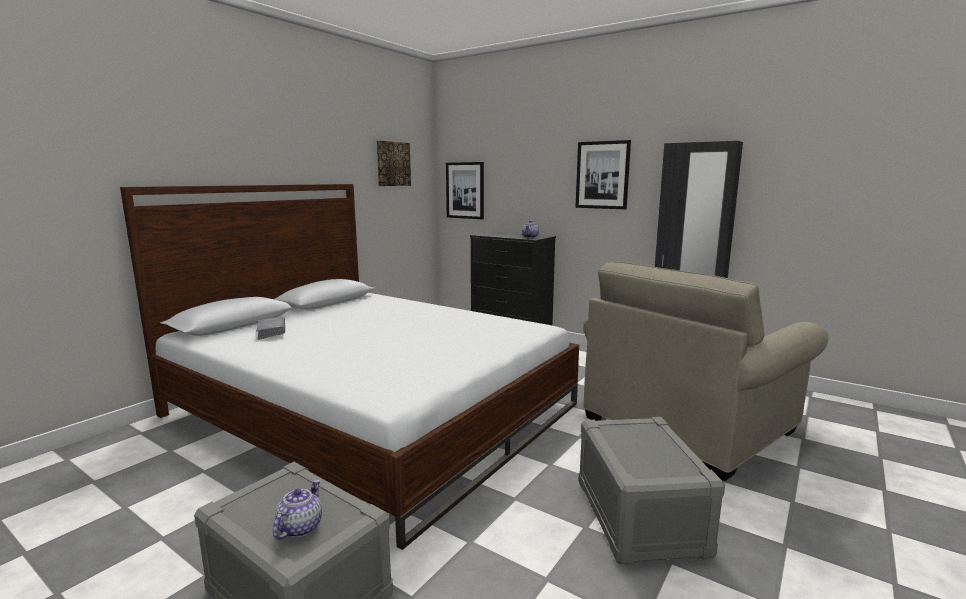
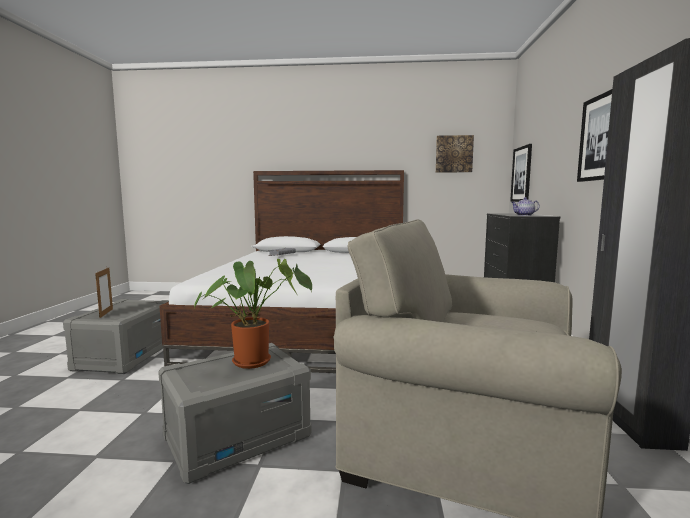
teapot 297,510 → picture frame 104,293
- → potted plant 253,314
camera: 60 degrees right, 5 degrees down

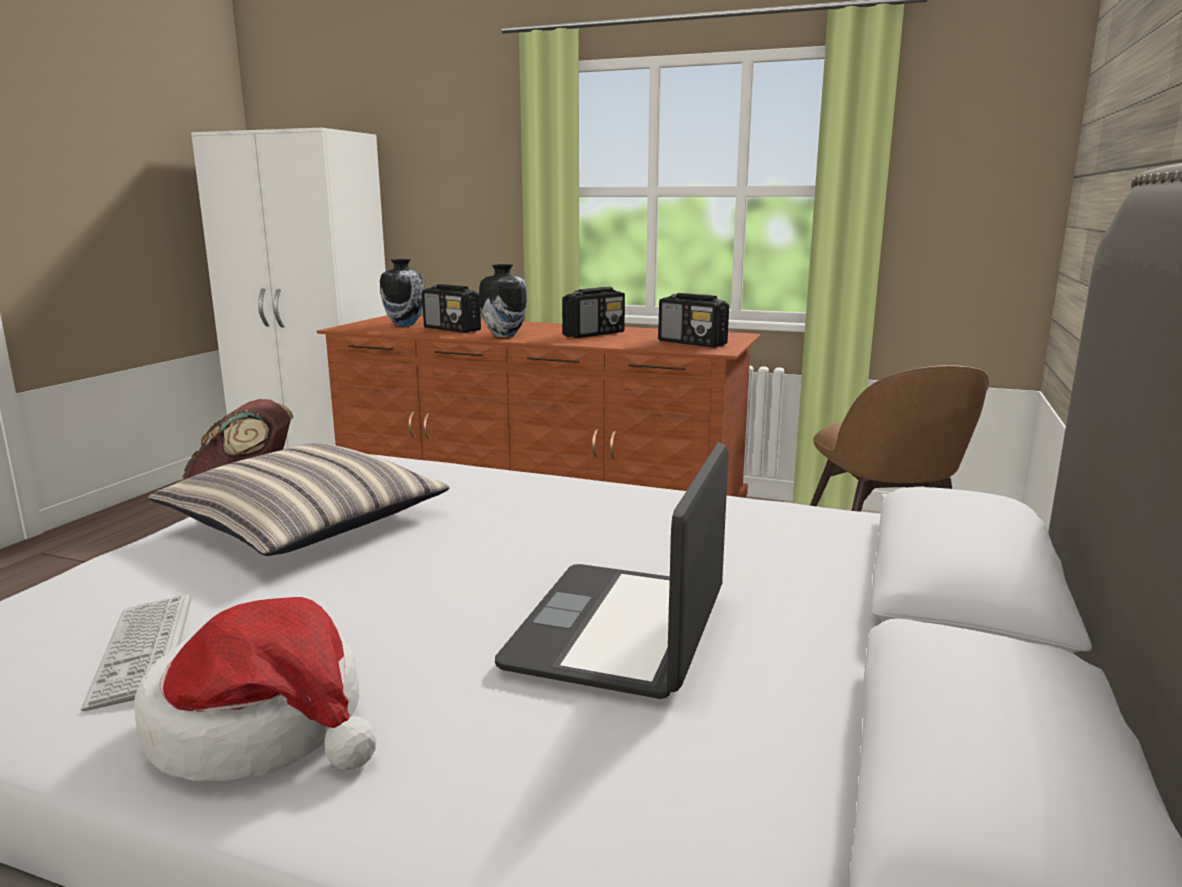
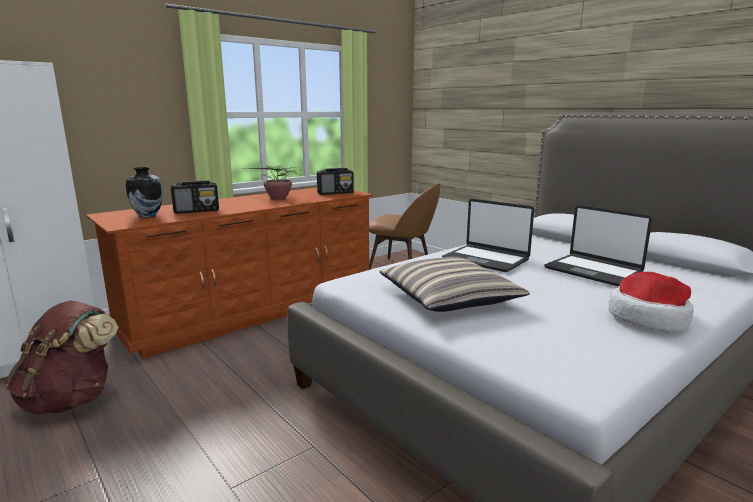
vase 503,300 → -
radio 593,312 → potted plant 273,181
keyboard 136,652 → -
- → laptop 488,235
camera: 60 degrees left, 0 degrees up

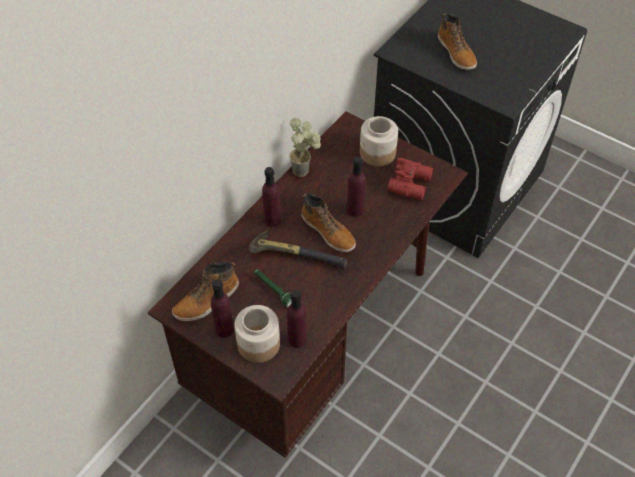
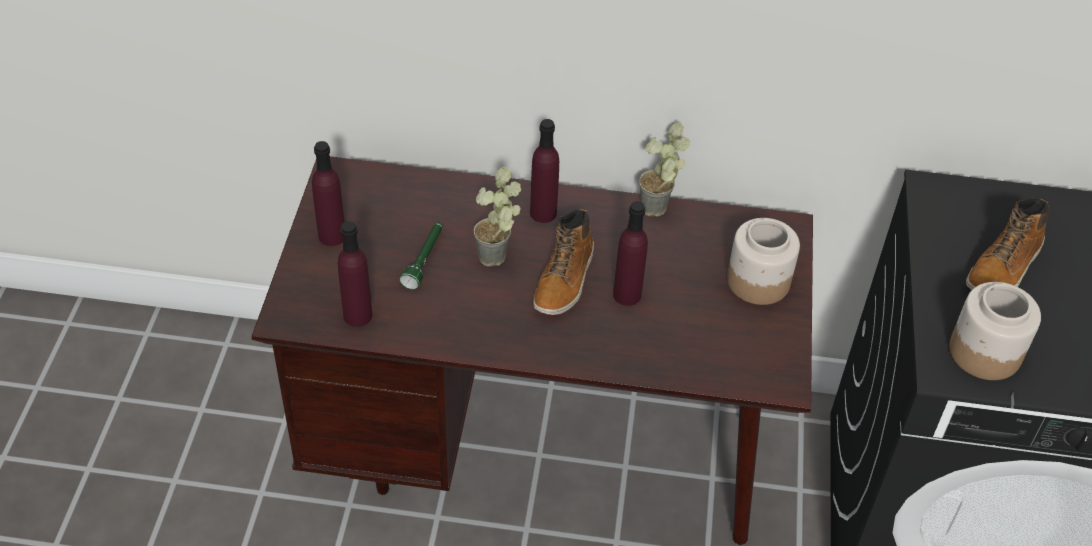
binoculars (red) 410,178 → -
hammer 298,250 → potted plant 497,216
boot 205,292 → -
jar 257,334 → jar 995,331, shifted
camera: 60 degrees right, 5 degrees down

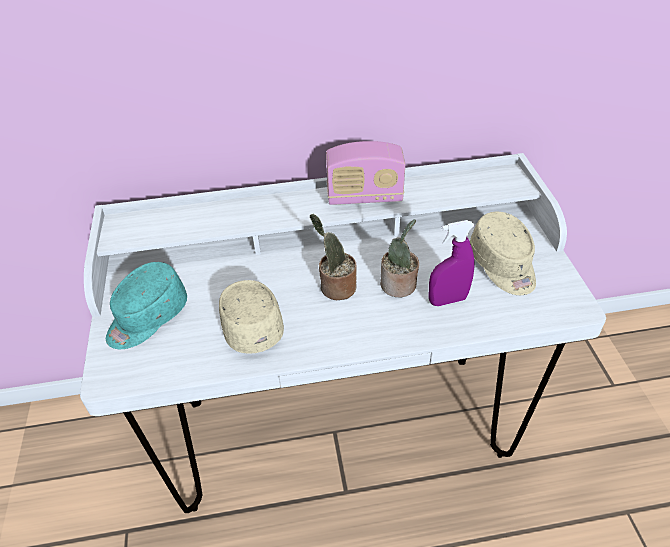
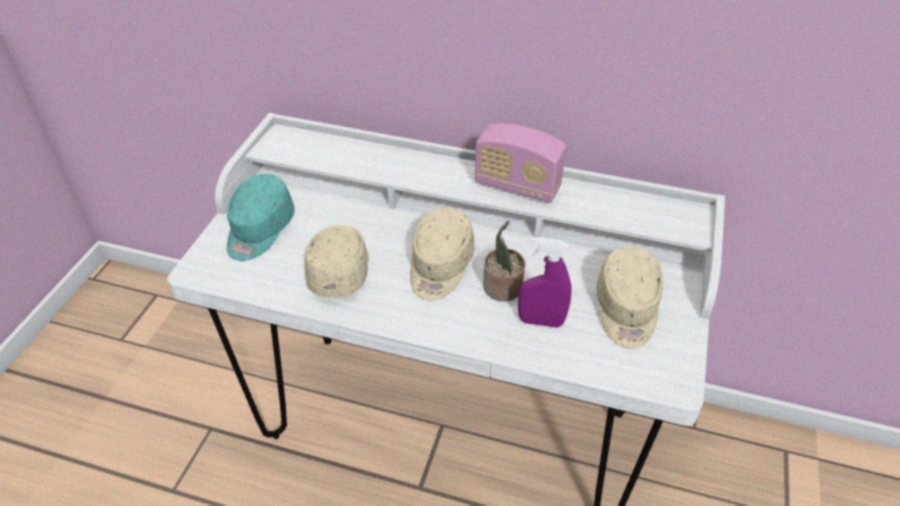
potted plant 333,257 → cap (beige) 442,253
cap (turquoise) 146,305 → cap (turquoise) 260,217, 45 degrees counterclockwise
camera: 25 degrees right, 0 degrees up

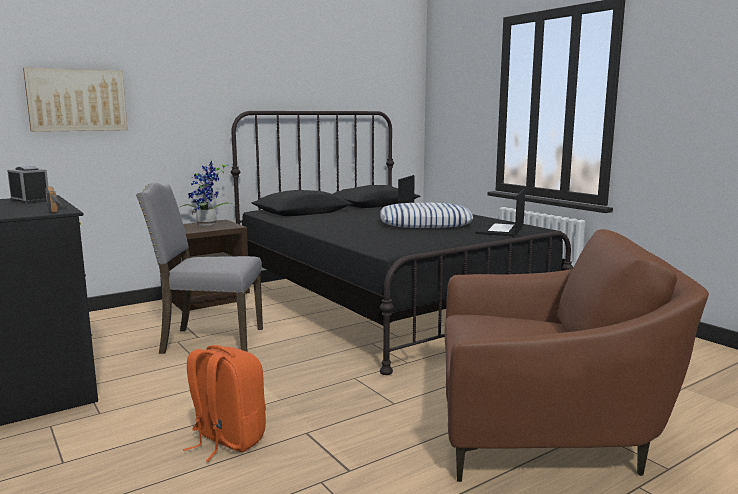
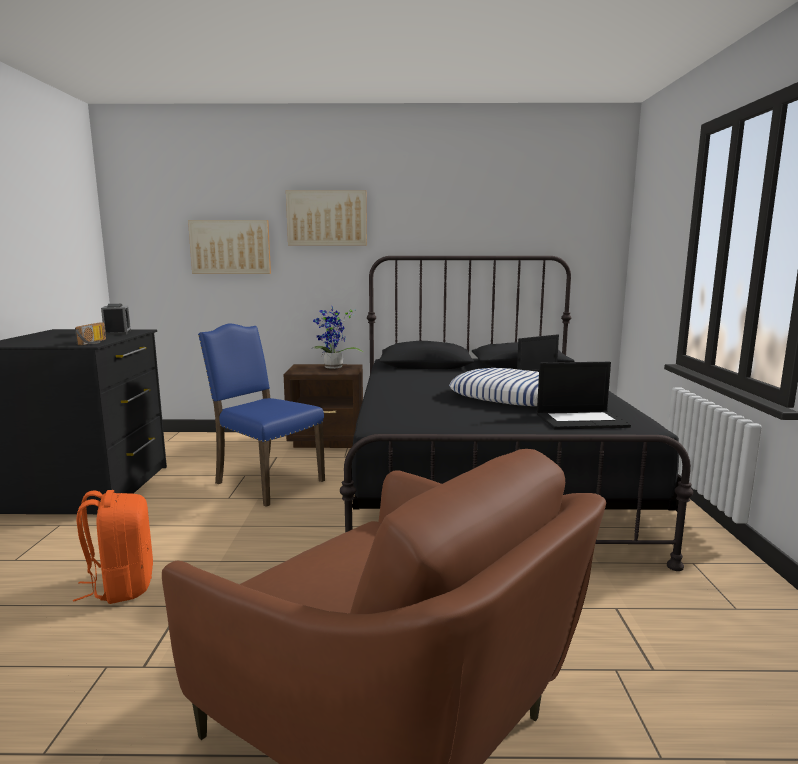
chair (grey) 199,268 → chair (blue) 261,415
laptop 500,212 → laptop 584,396, 150 degrees counterclockwise
- → picture 326,218
camera: 35 degrees right, 0 degrees up

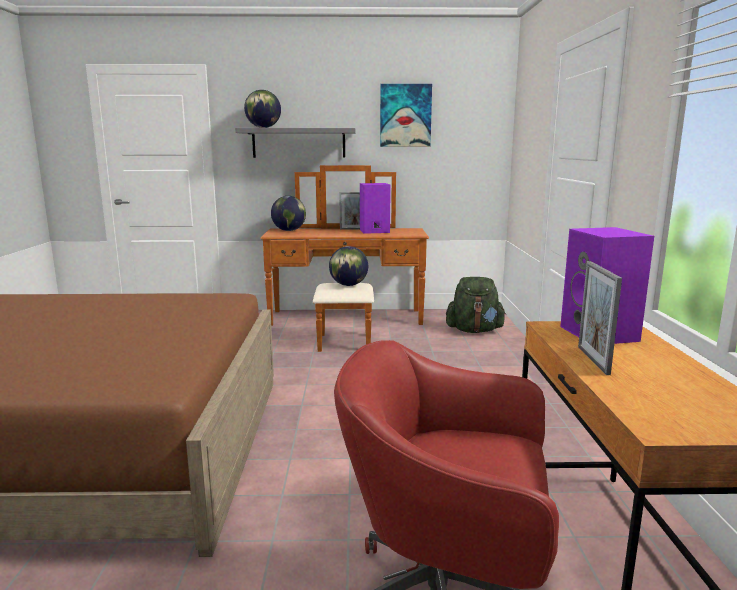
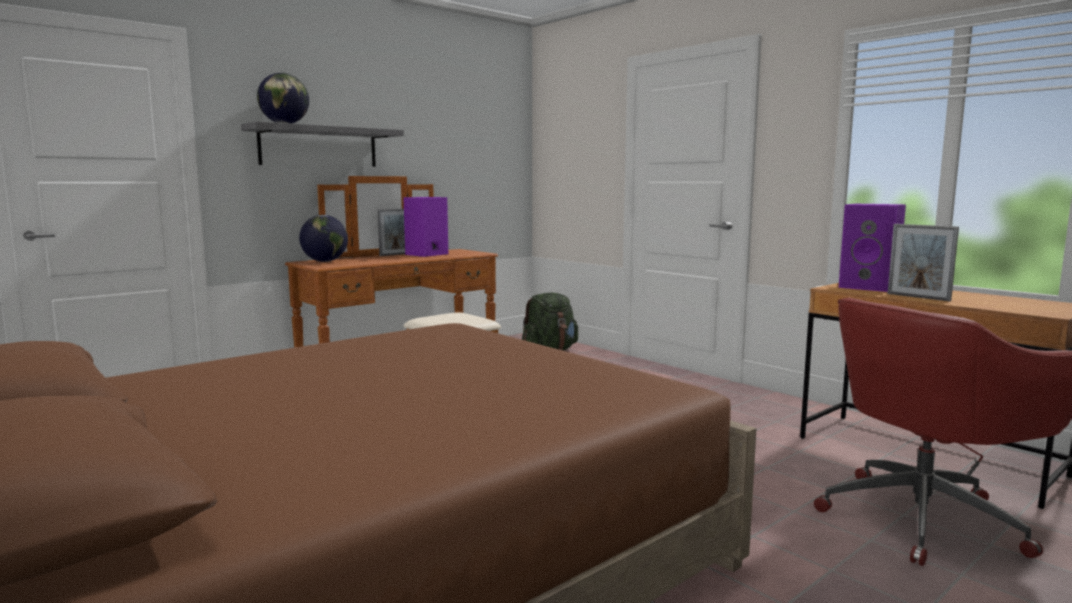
picture 406,115 → -
globe 348,266 → -
camera: 40 degrees left, 5 degrees down

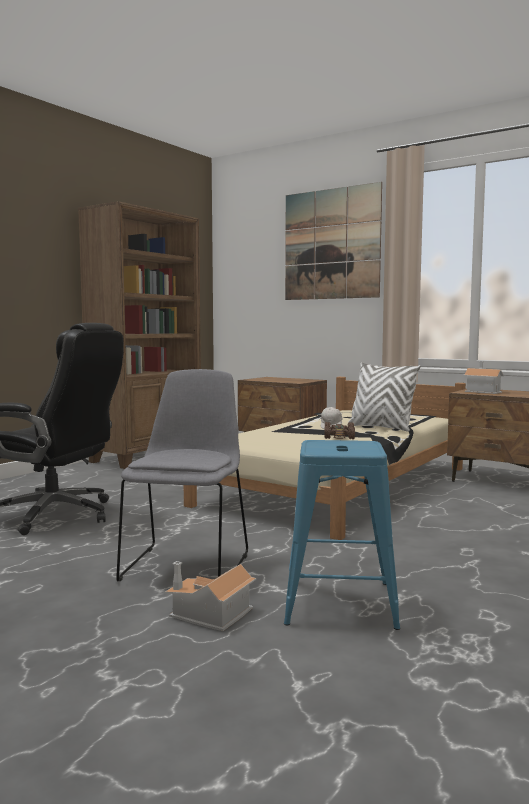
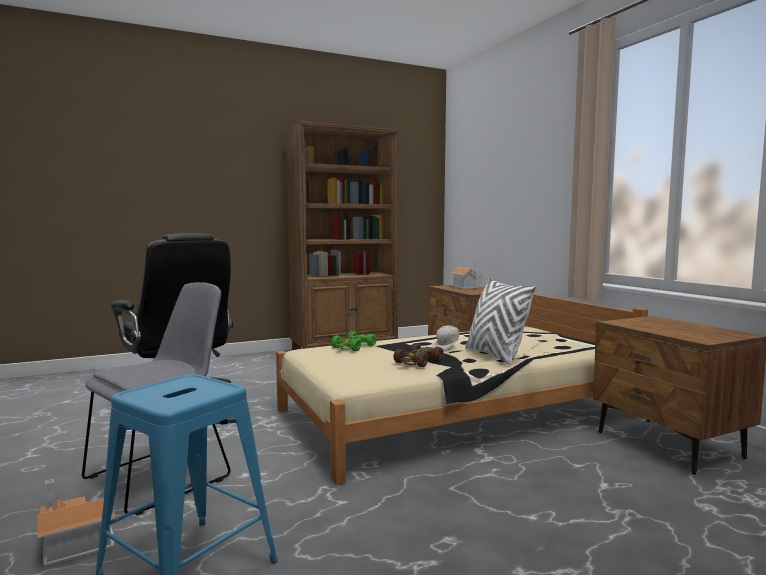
picture 333,241 → -
toy house 483,377 → toy house 467,275, shifted
- → toy car (green) 354,341
camera: 30 degrees right, 0 degrees up

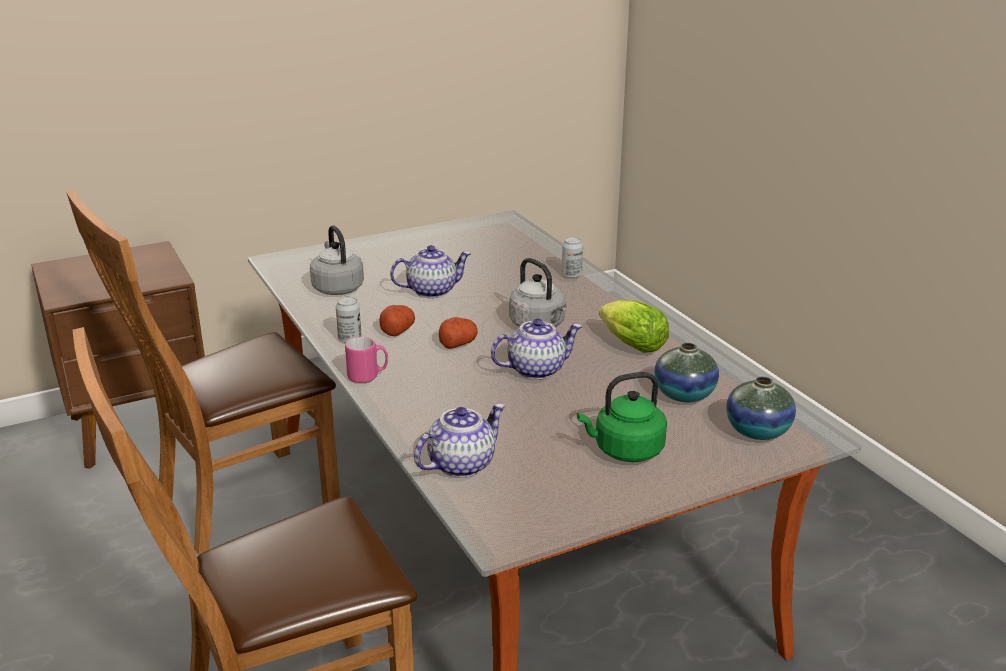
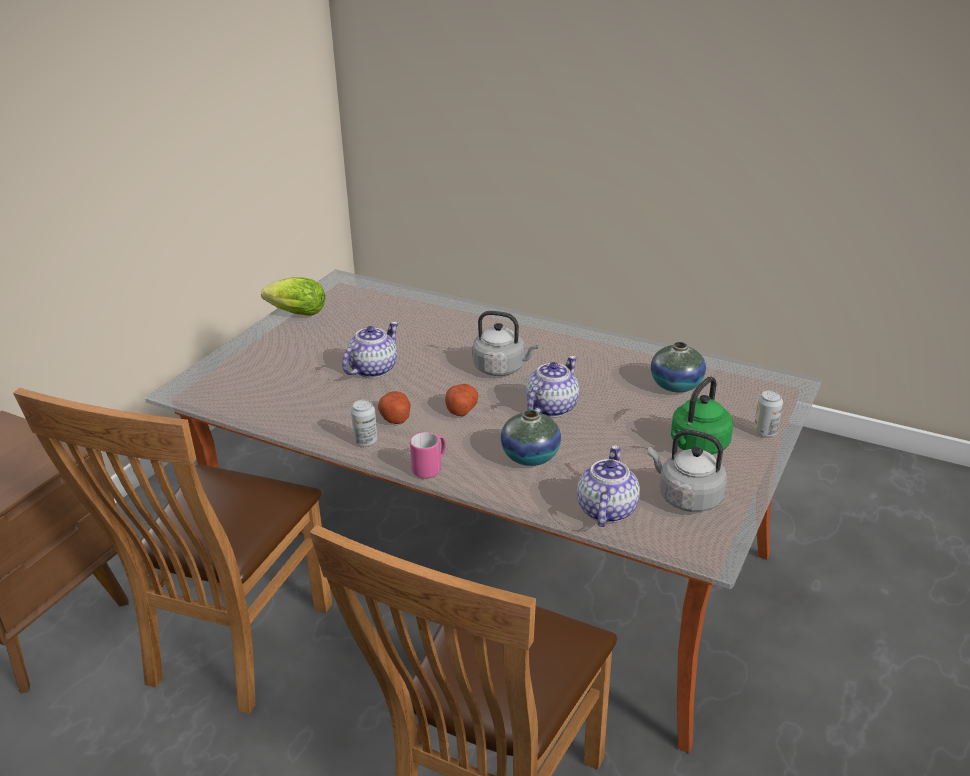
kettle (grey) 337,260 → kettle (grey) 687,470, shifted
can 572,258 → can 768,413, shifted
lettuce 634,326 → lettuce 293,296, shifted
vase 761,408 → vase 531,438, shifted
camera: 35 degrees left, 5 degrees up

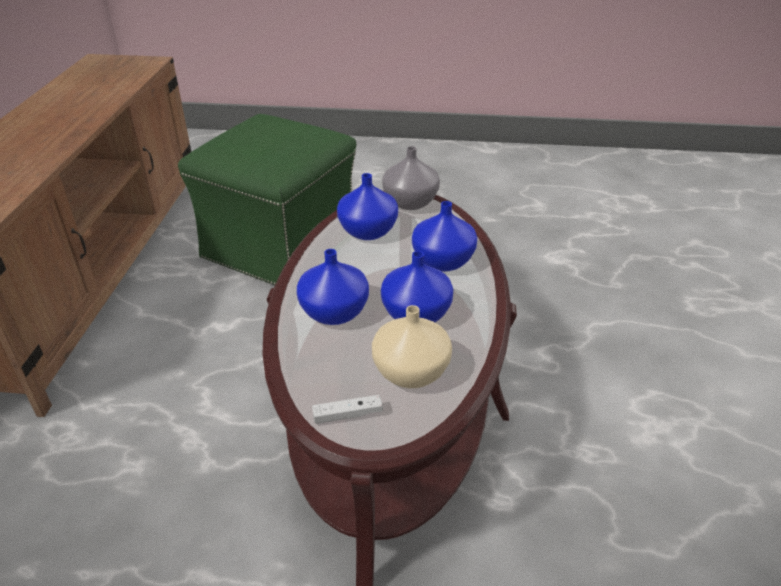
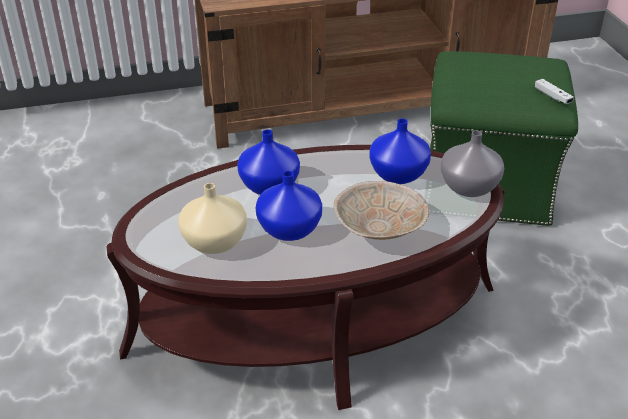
vase (blue) 444,236 → bowl (beige) 381,210
game controller (white) 347,409 → game controller (white) 554,91, shifted
camera: 70 degrees right, 0 degrees up

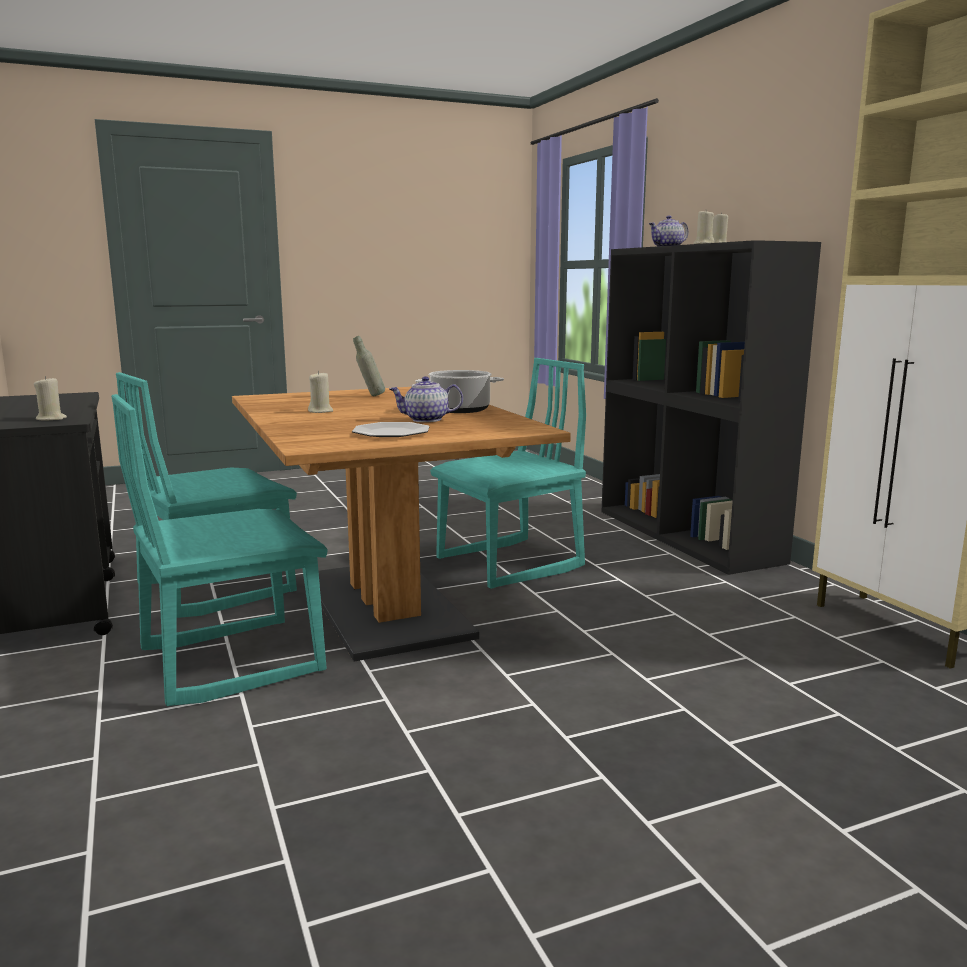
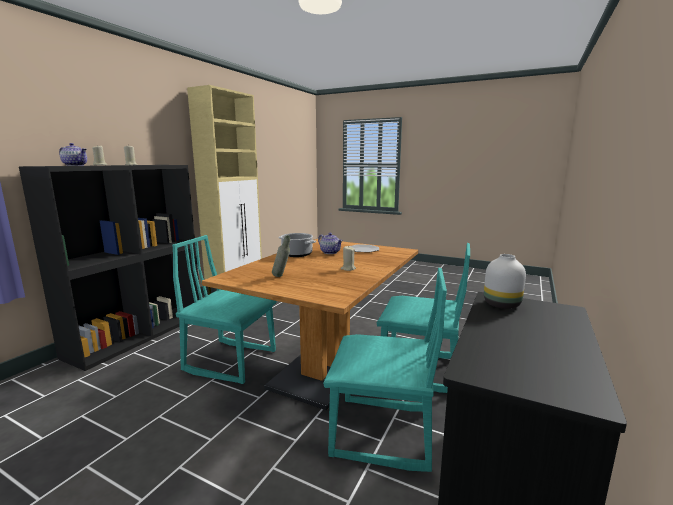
candle (beige) 50,398 → vase (white) 505,281
camera: 130 degrees left, 0 degrees up

